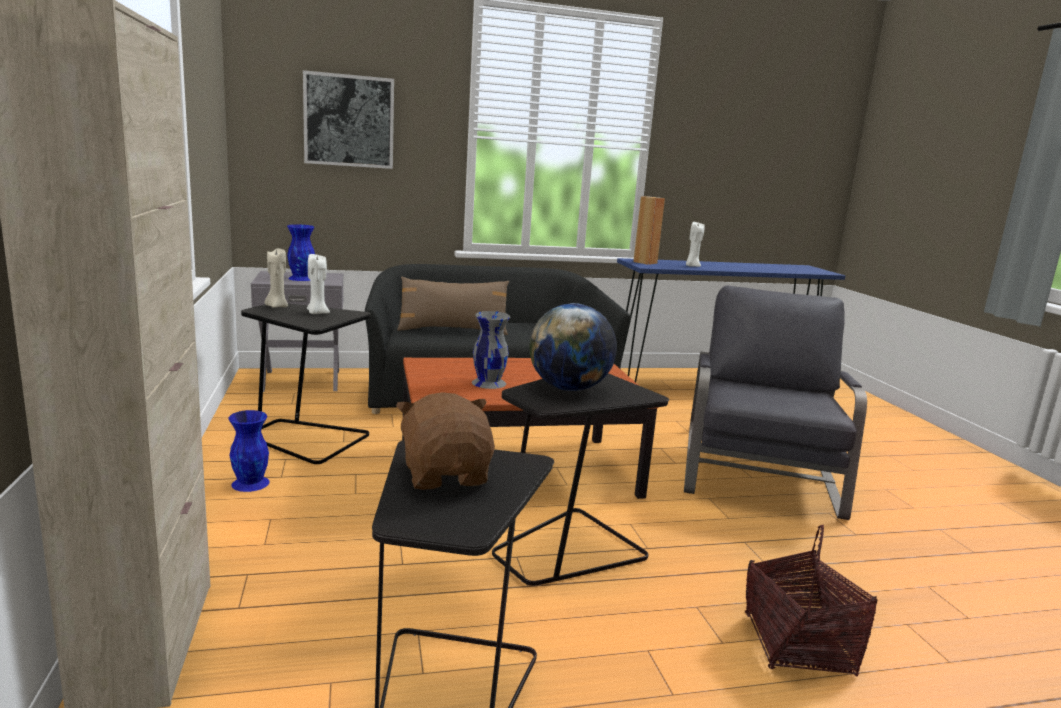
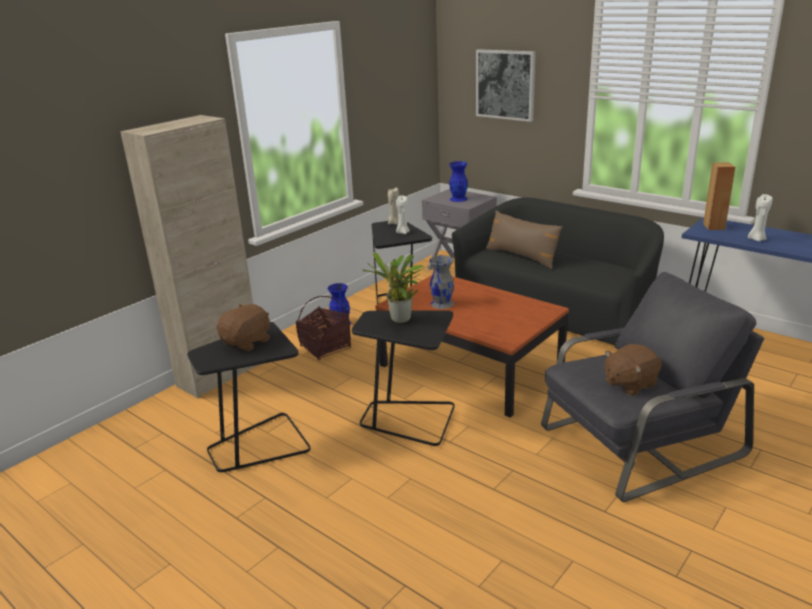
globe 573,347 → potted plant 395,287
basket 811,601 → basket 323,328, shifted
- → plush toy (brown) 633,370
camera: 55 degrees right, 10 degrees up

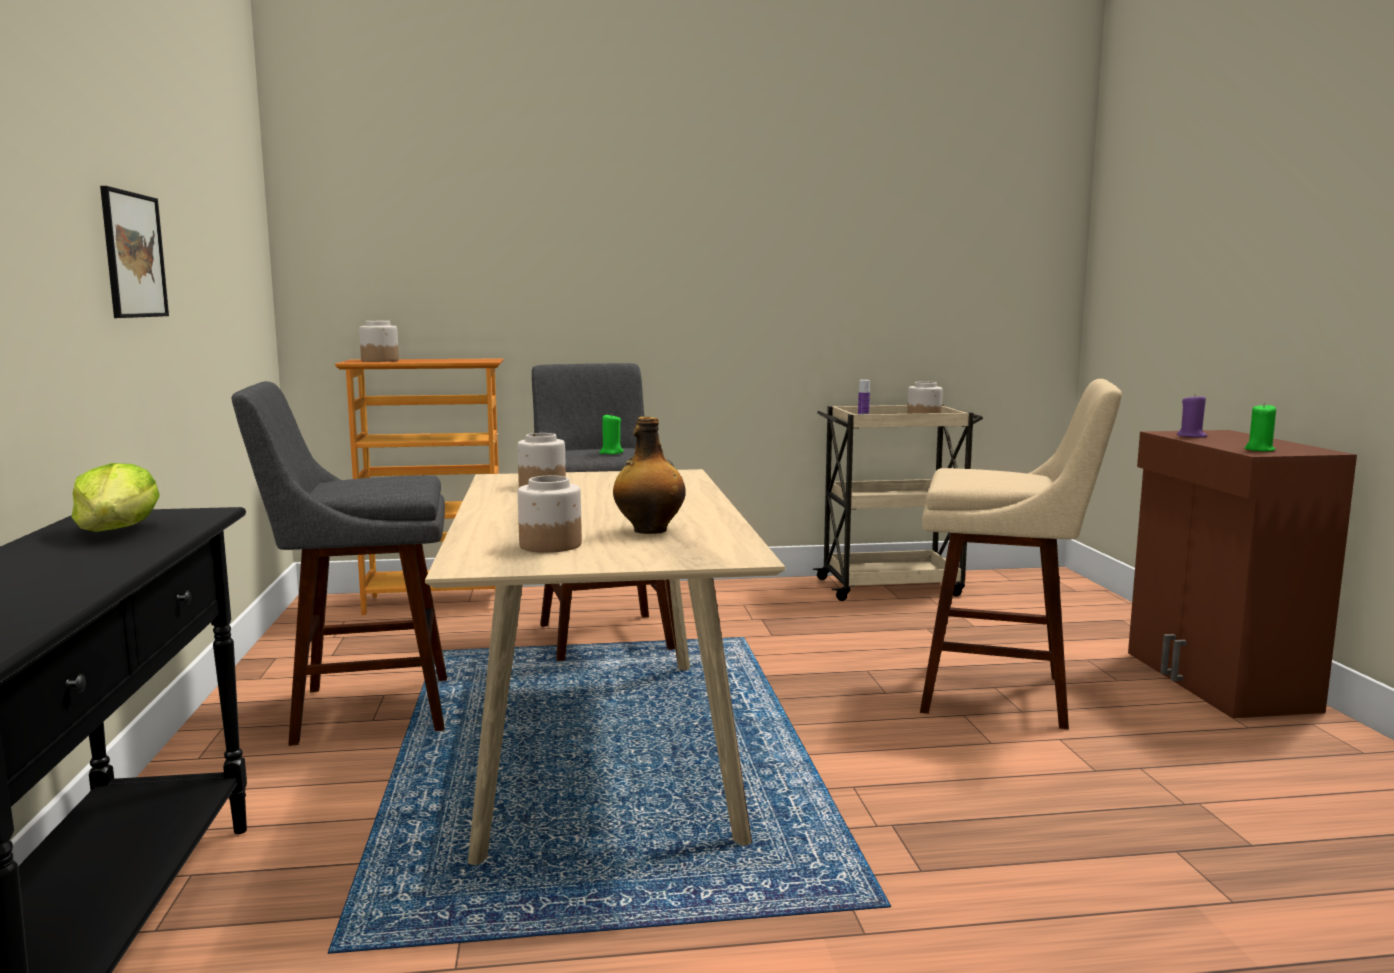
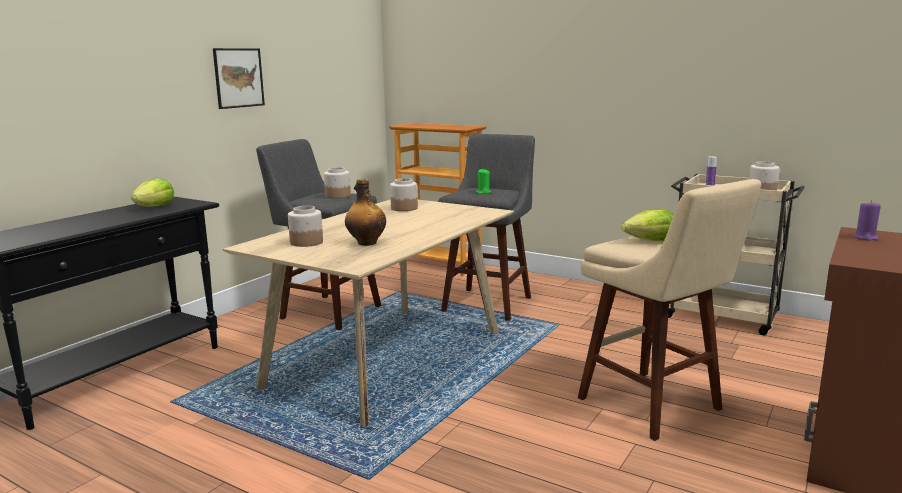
jar 379,341 → jar 337,183, shifted
candle (green) 1260,427 → -
- → lettuce 648,225
camera: 40 degrees right, 5 degrees up

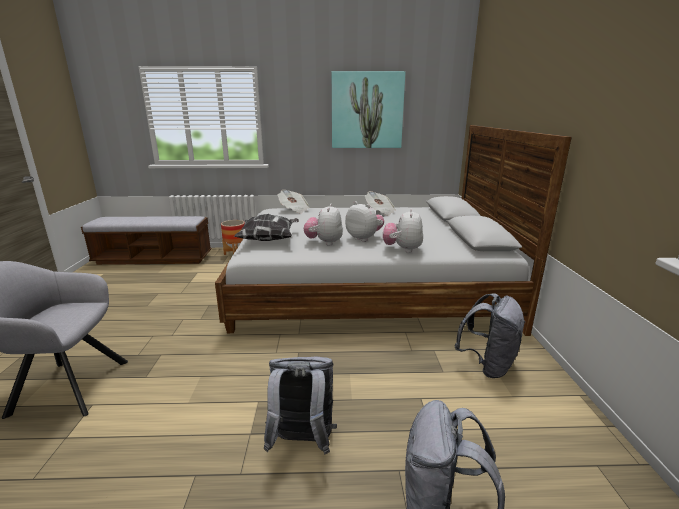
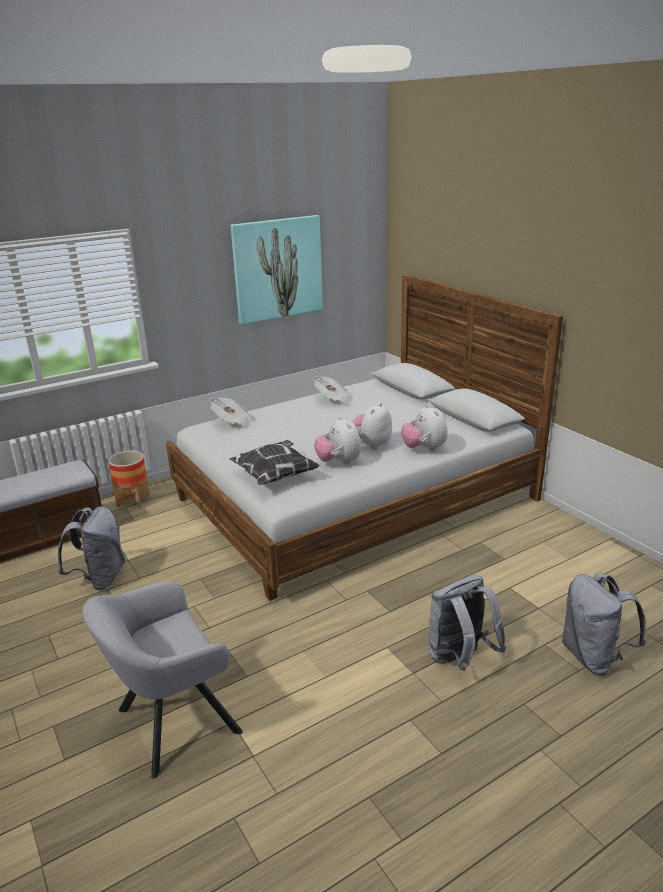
plush toy 364,221 → plush toy 371,426, 75 degrees counterclockwise
backpack (grey) 490,335 → backpack (grey) 91,548, shifted
camera: 30 degrees left, 5 degrees up

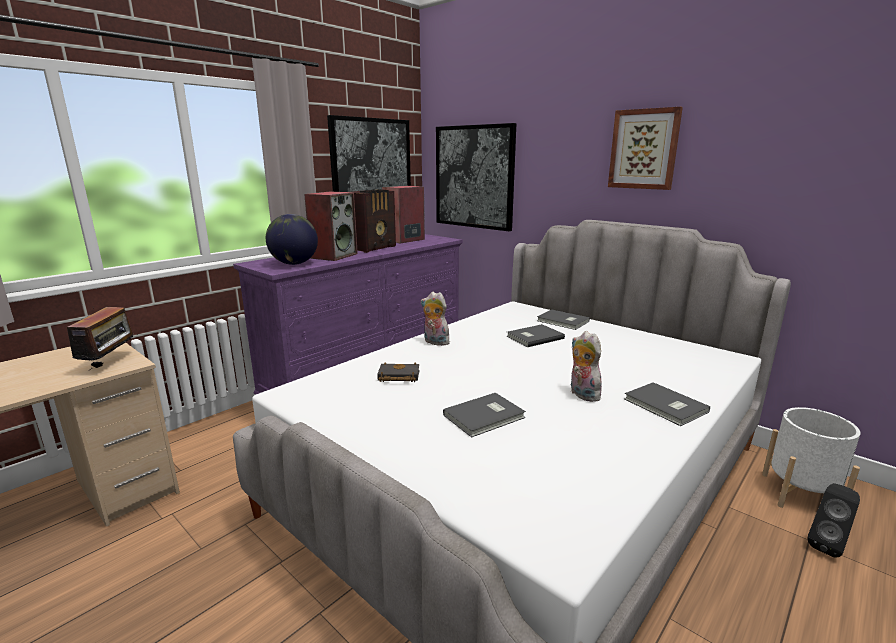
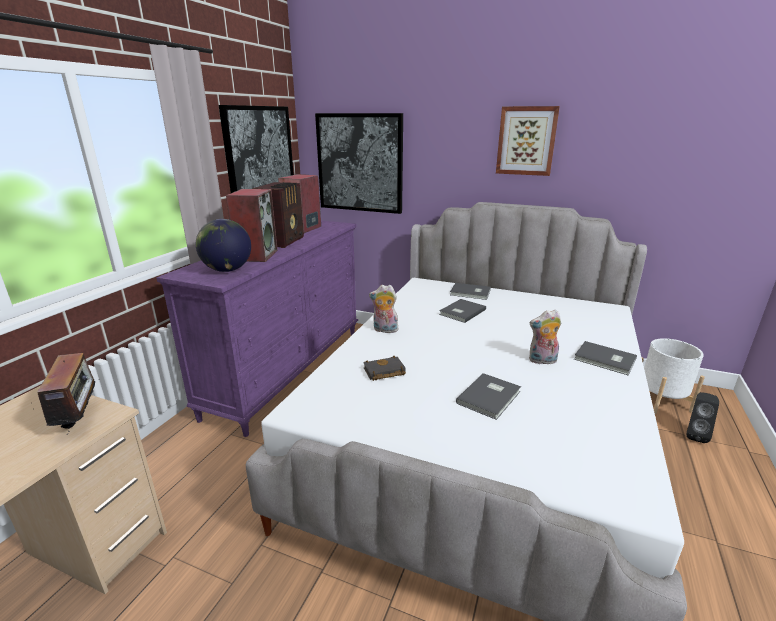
plush toy 586,366 → plush toy 545,337, 45 degrees counterclockwise
camera: 20 degrees left, 5 degrees up

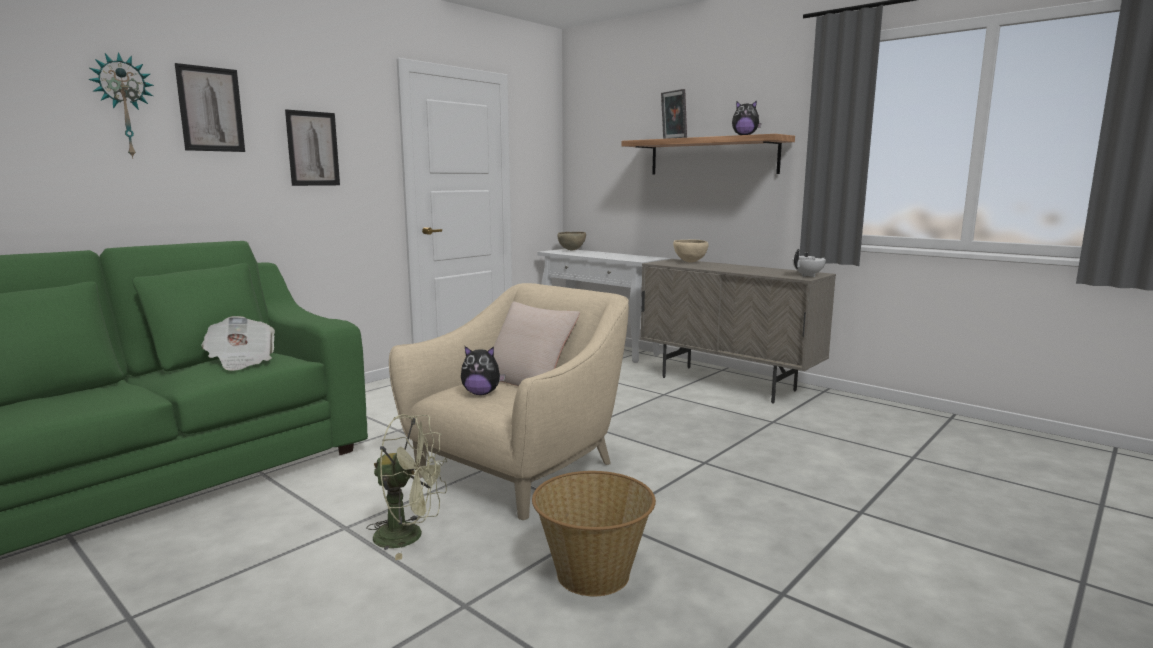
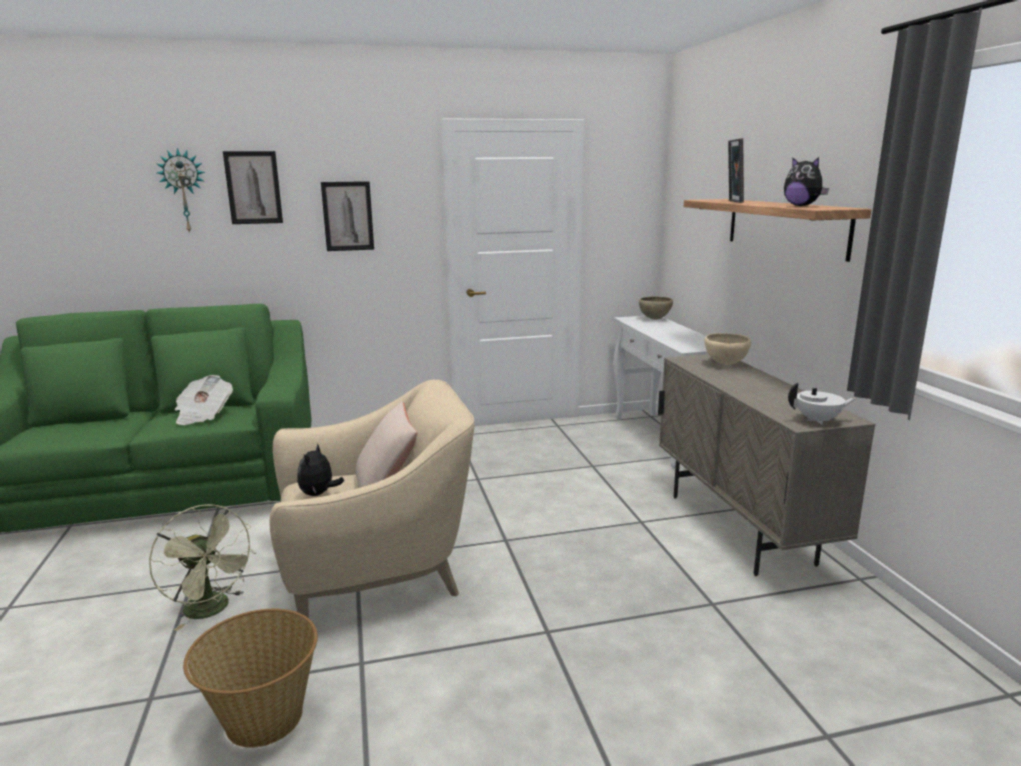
plush toy 483,370 → plush toy 320,469, 60 degrees clockwise
camera: 35 degrees right, 5 degrees up

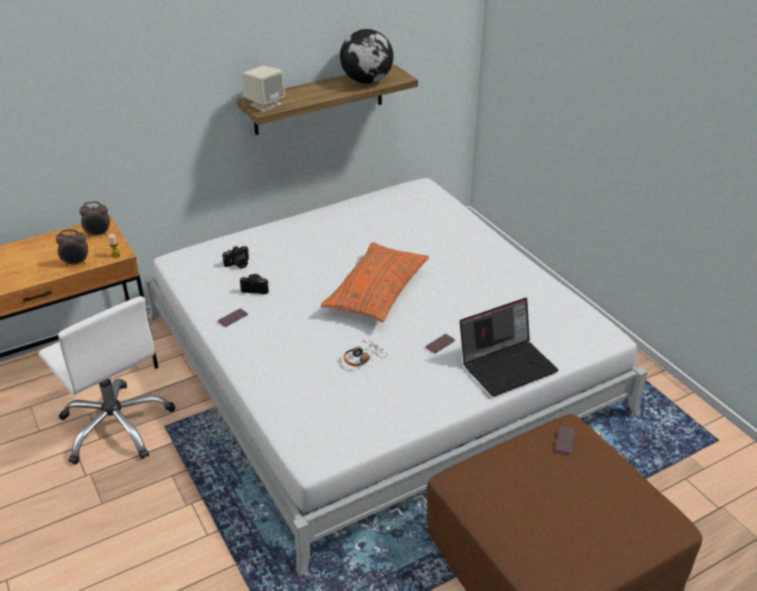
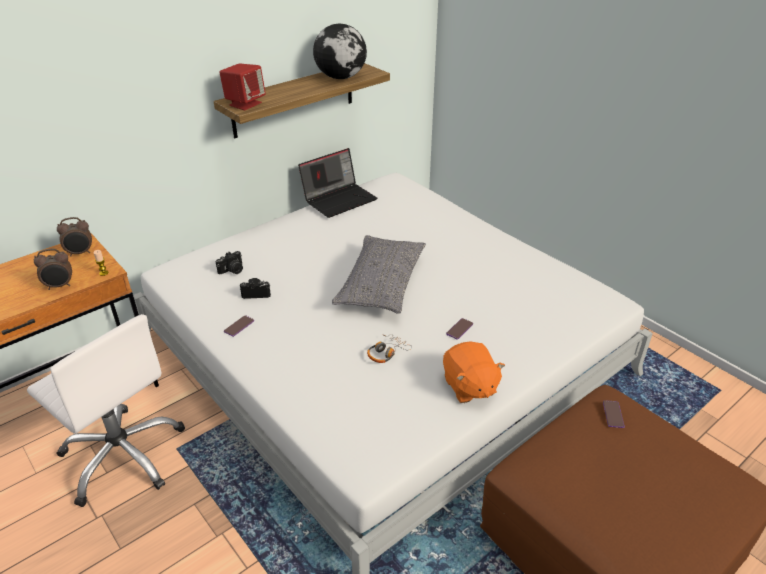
speaker (beige) 264,88 → speaker (red) 242,86
pillow (orange) 375,282 → pillow (grey) 379,274
laptop 509,347 → laptop 337,183, shifted
- → plush toy (orange) 474,372
camera: 10 degrees left, 0 degrees up

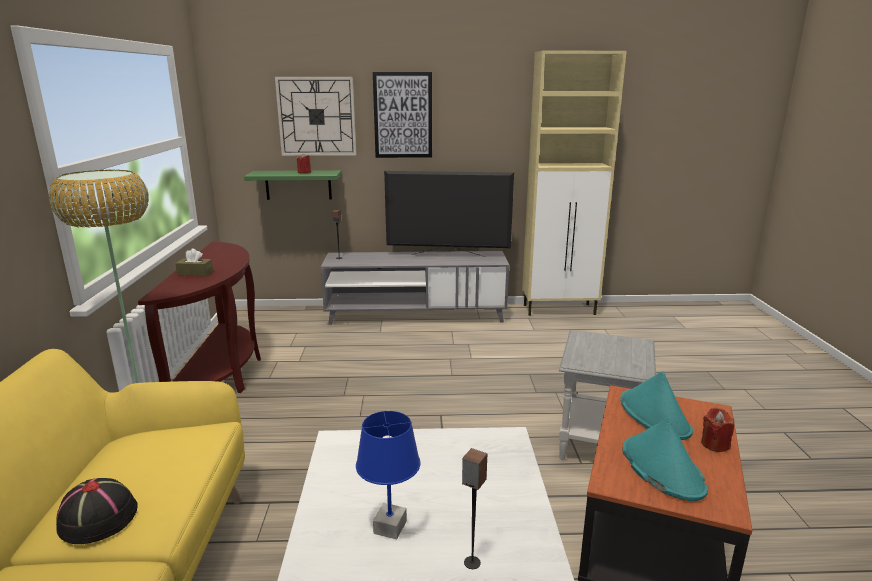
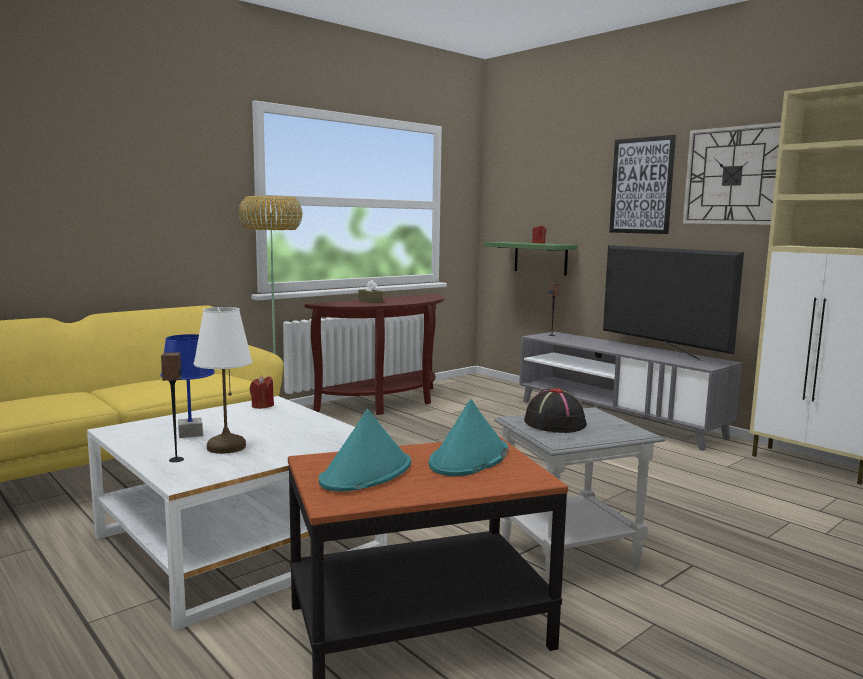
wall clock 315,116 → wall clock 732,173, shifted
candle (red) 717,430 → candle (red) 262,392, shifted
hat (black) 97,511 → hat (black) 555,410, shifted
- → table lamp (white) 223,380
camera: 50 degrees right, 10 degrees down

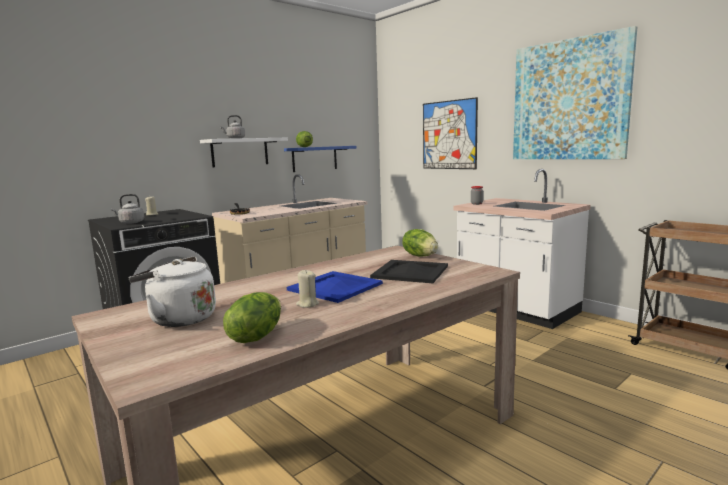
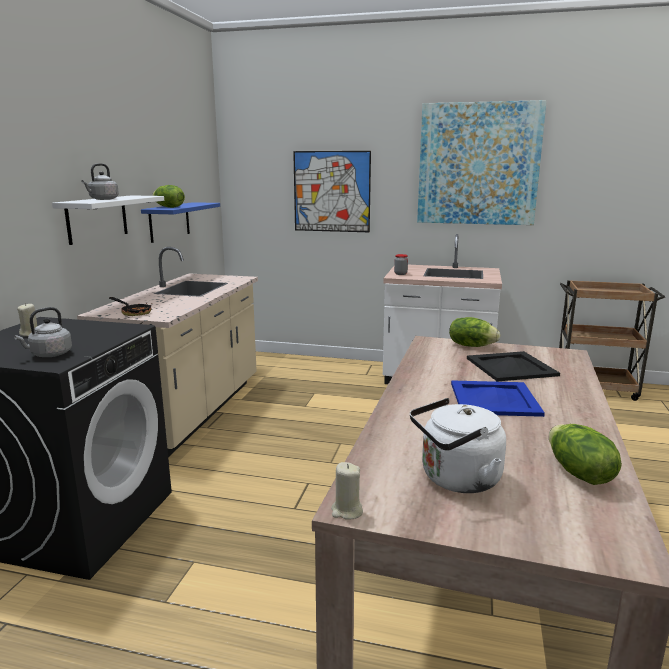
candle (beige) 307,289 → candle (beige) 347,491, shifted
camera: 35 degrees left, 5 degrees up

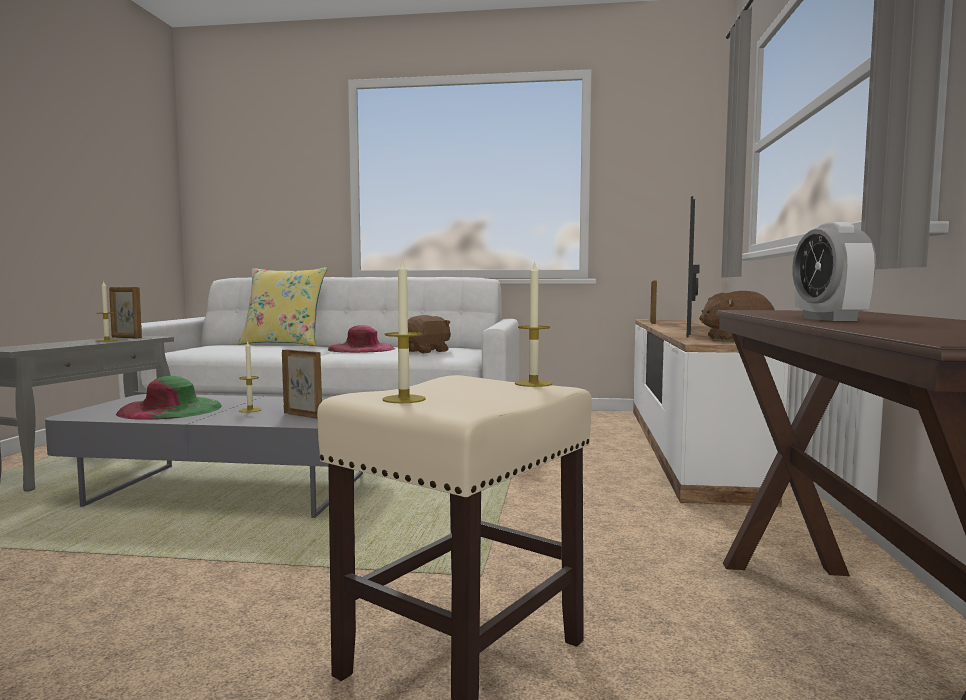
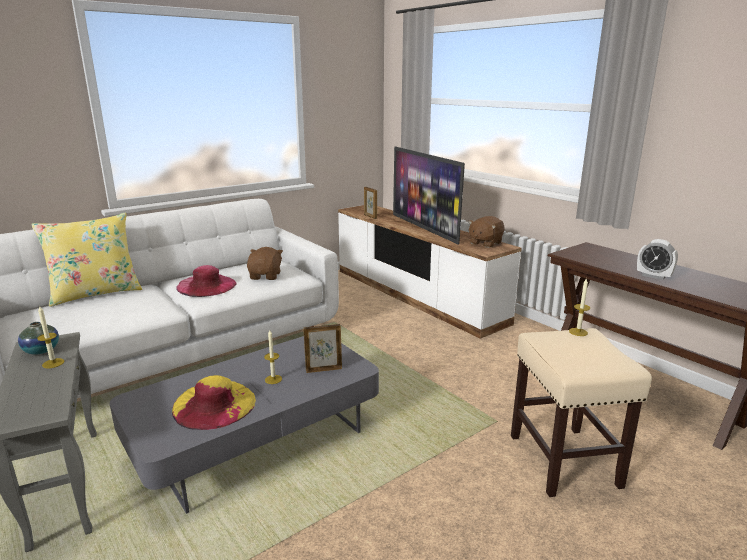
candle 404,330 → -
picture frame 125,313 → vase 38,338
hat (green) 169,398 → hat (yellow) 214,402
camera: 45 degrees left, 15 degrees up

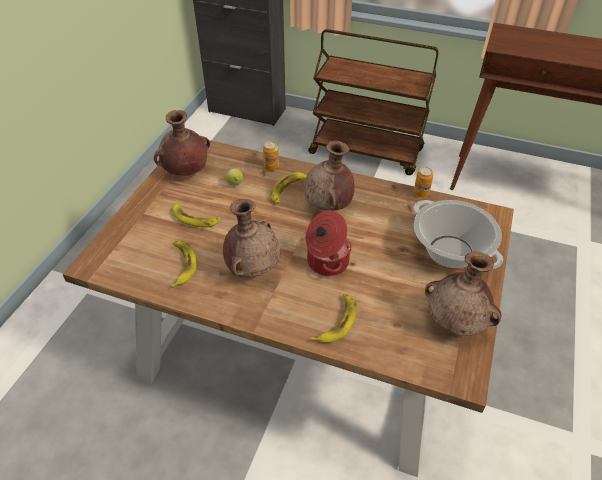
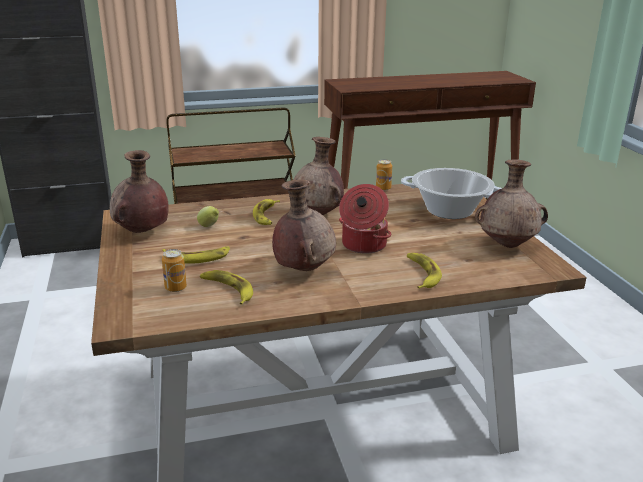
can 271,156 → can 174,270, shifted
camera: 35 degrees left, 20 degrees down

